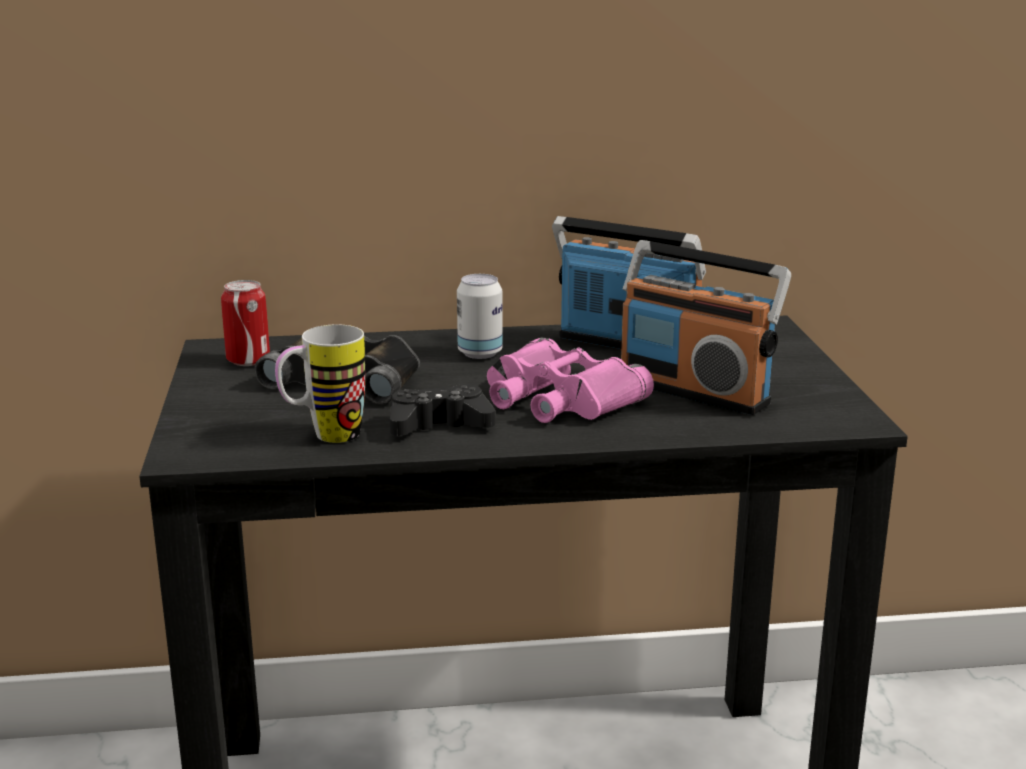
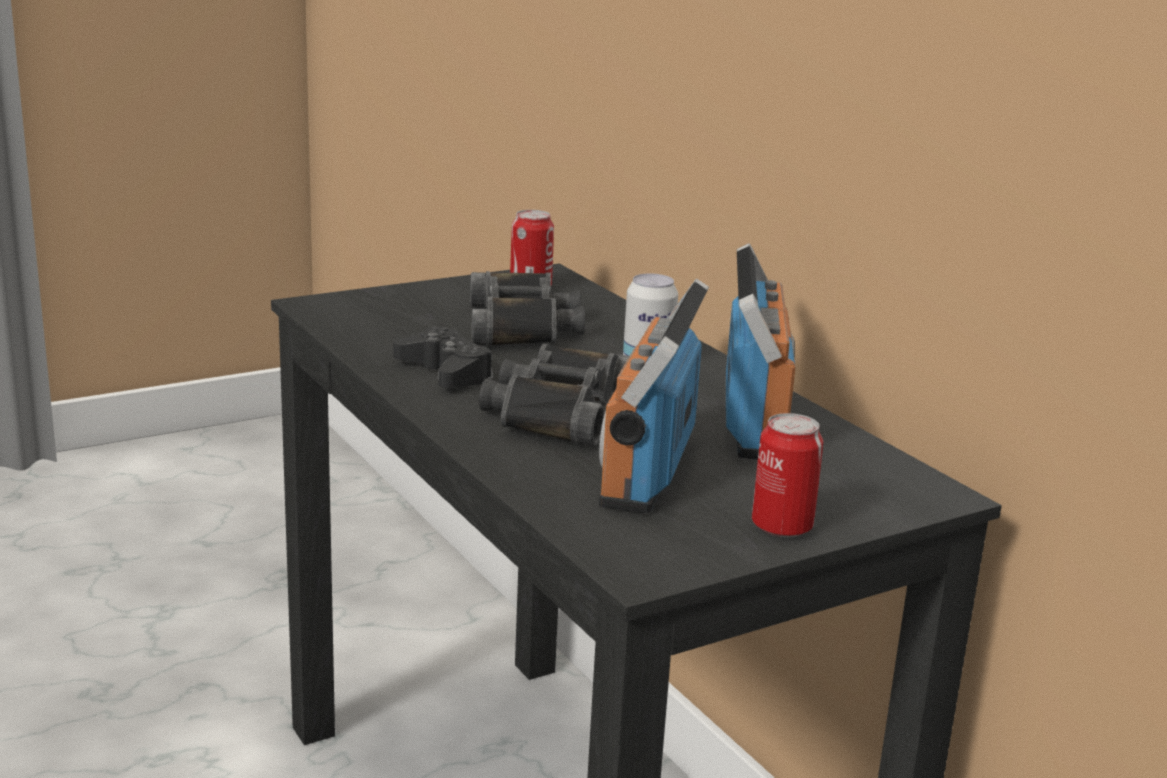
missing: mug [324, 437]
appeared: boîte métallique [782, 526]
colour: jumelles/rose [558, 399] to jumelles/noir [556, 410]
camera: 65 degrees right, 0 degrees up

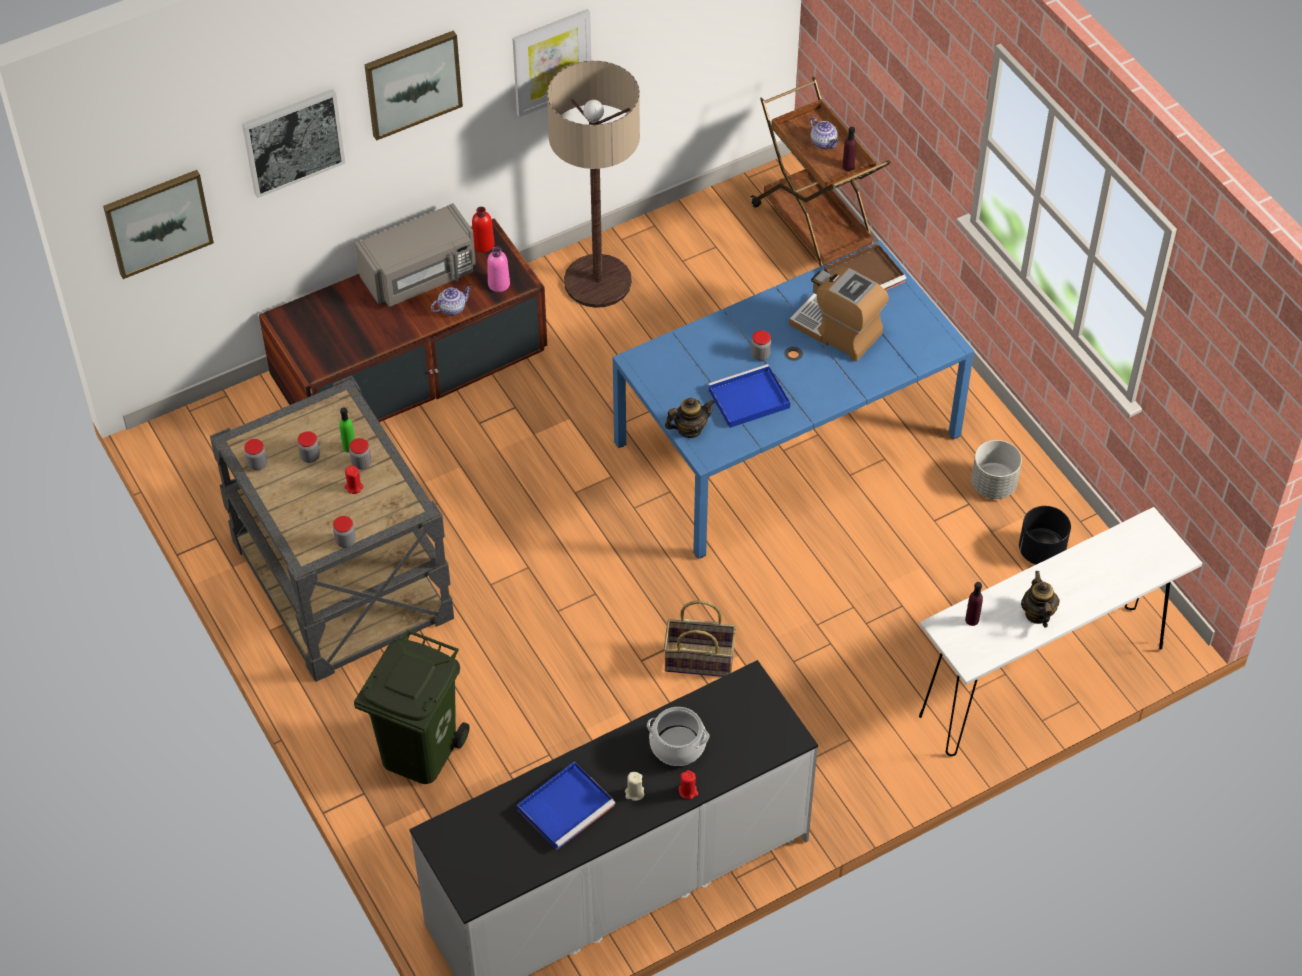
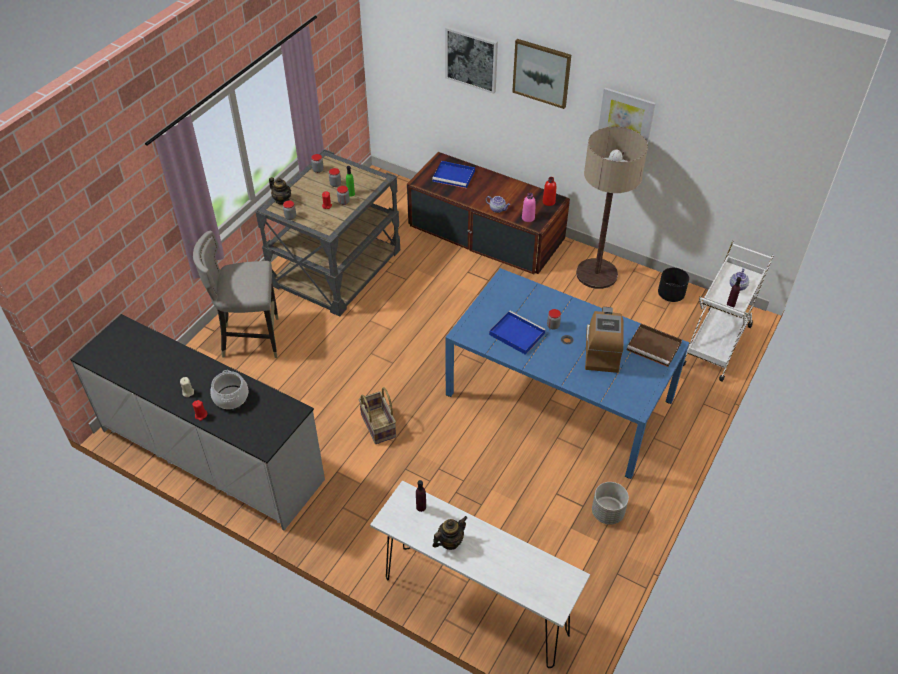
missing: tableau [158, 222]; micro-ondes/gris [420, 276]
relocated: plateau/bleu [566, 806] to [454, 176]; théière [689, 429] to [282, 200]; cache-pot/noir [1041, 551] to [670, 295]
exchanged: poubelle/vert [418, 751] to tabouret/gris [250, 339]
colour: chariot/marron [814, 235] to chariot/blanc [715, 346]
camera: 60 degrees right, 5 degrees down

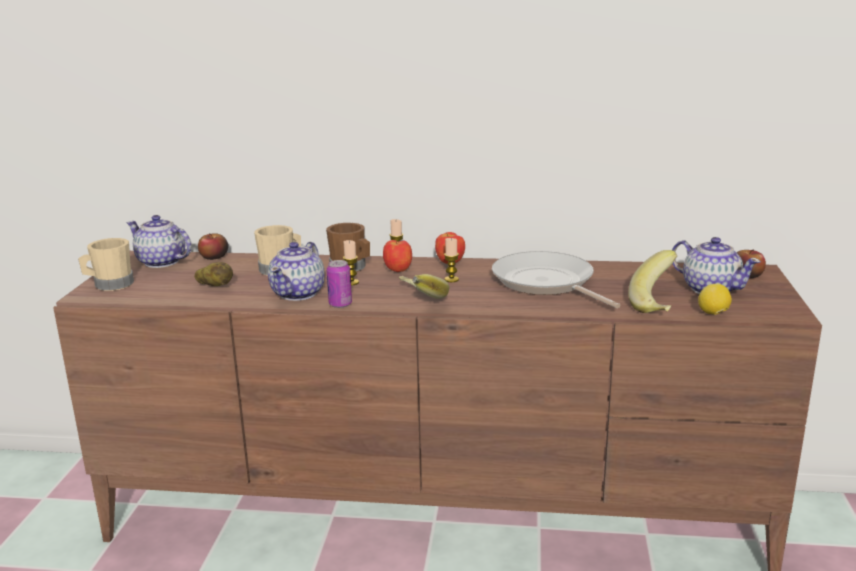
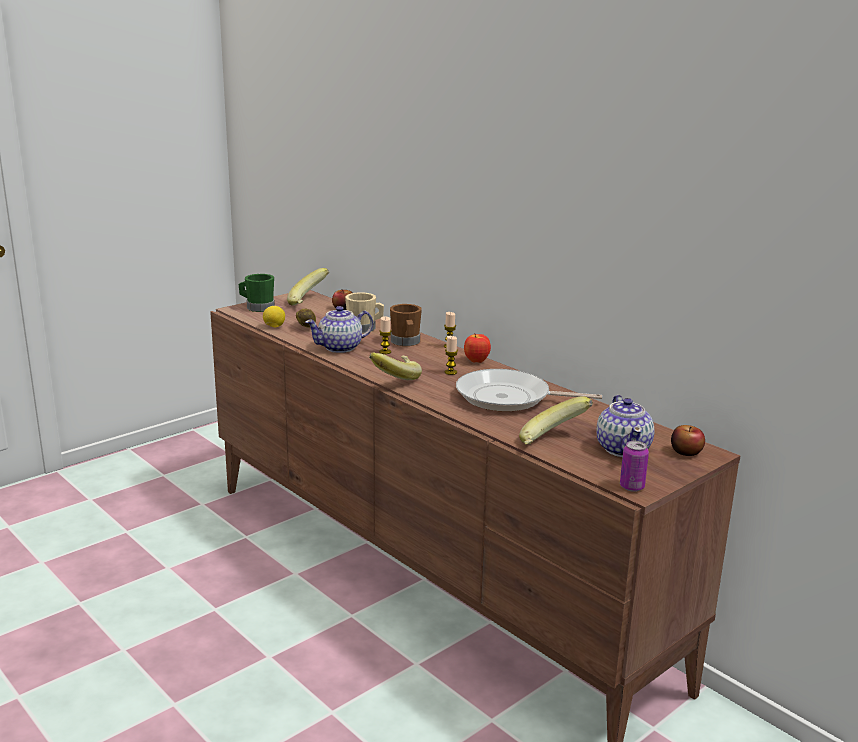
missing: pomme [398, 271]
relocated: boîte métallique [340, 304] to [632, 487]; citron [713, 314] to [274, 327]
exchanged: théière [161, 262] to banane [309, 302]
colour: mug/beige [109, 285] to mug/vert [257, 307]
spun: poêle [546, 283] = [508, 398] 90 degrees counterclockwise
camera: 40 degrees right, 0 degrees up

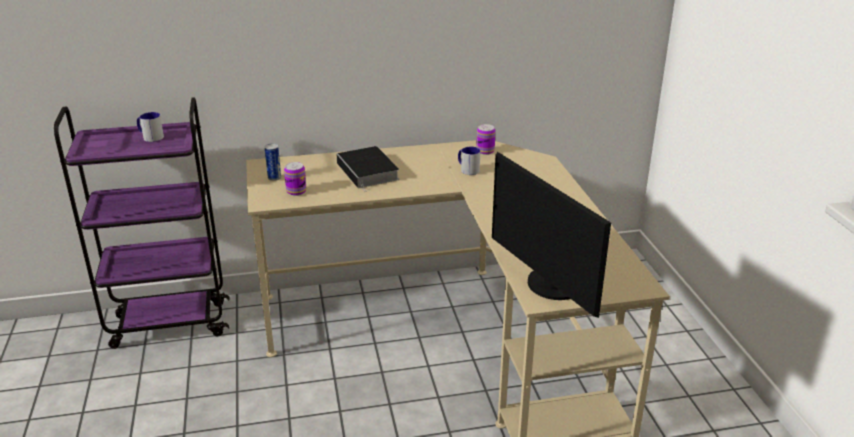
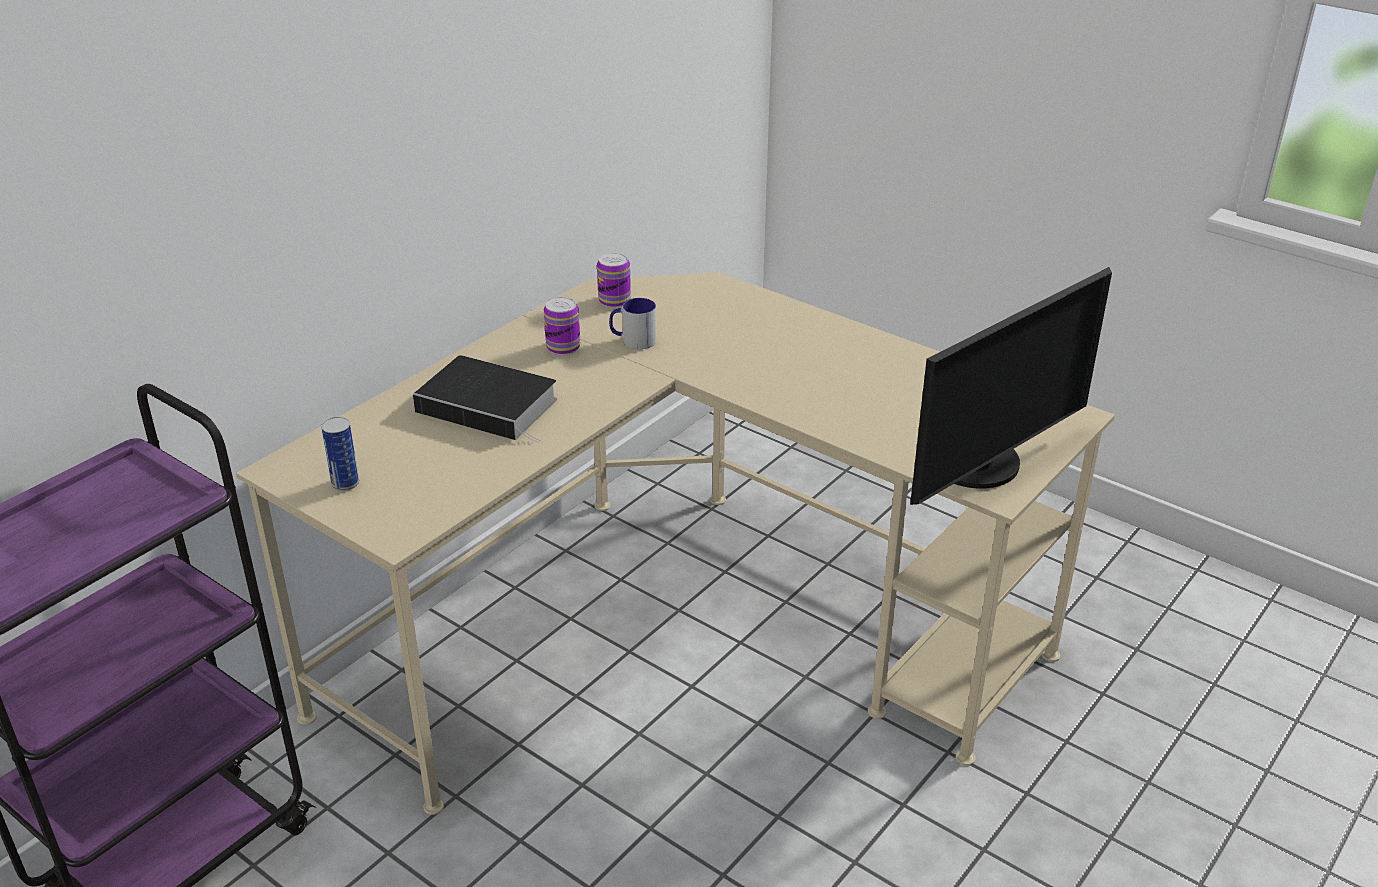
missing: mug [150, 137]
relocated: boîte métallique [296, 191] to [563, 347]
spun: écran d'ordinateur [550, 286] = [982, 466] 60 degrees counterclockwise
camera: 40 degrees left, 5 degrees up

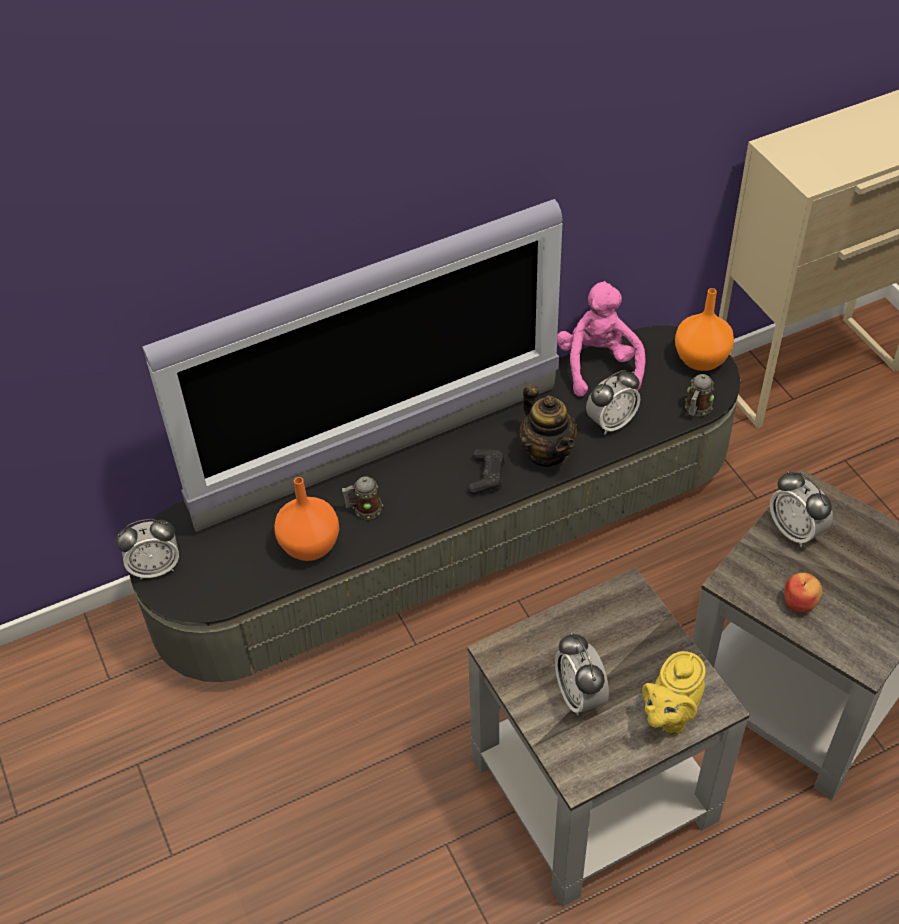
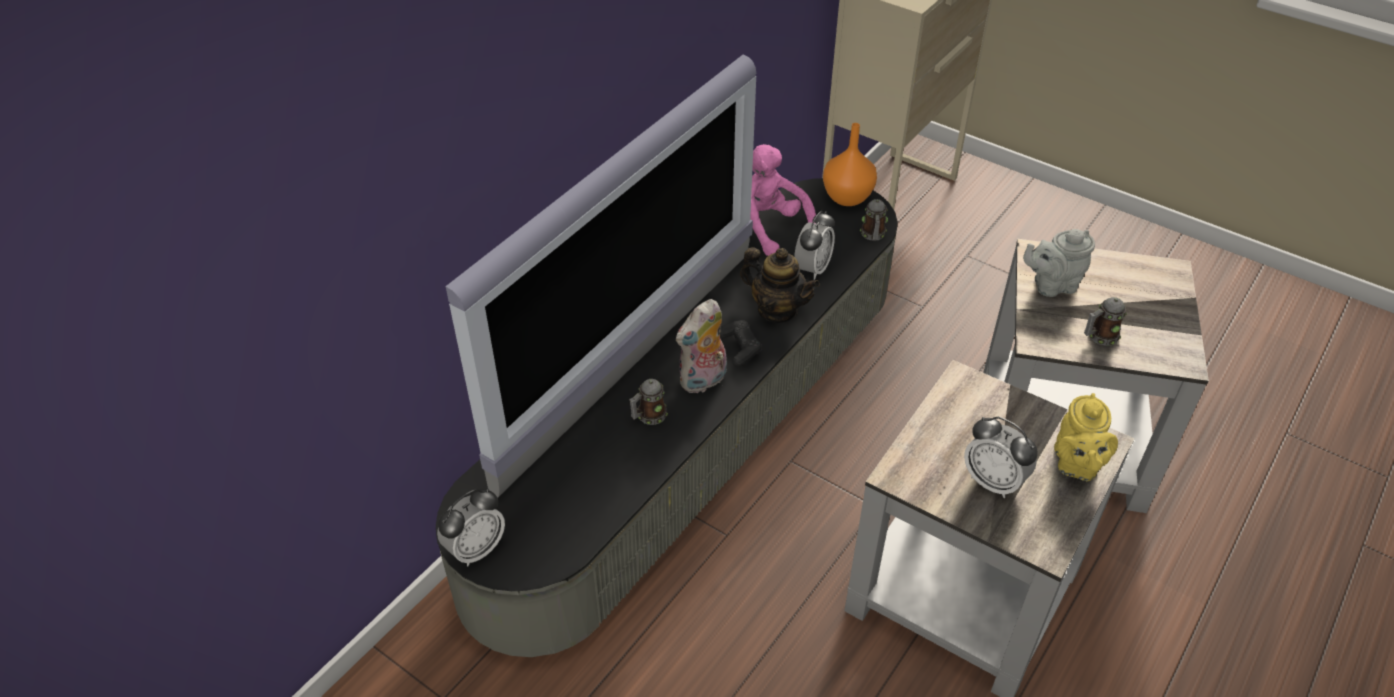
missing: vase/orange [308, 546]
appeared: peluche [703, 381]
exchanged: réveil [795, 531] to théière/gris [1051, 285]; pomme [800, 602] to mug [1099, 337]
camera: 30 degrees left, 5 degrees down

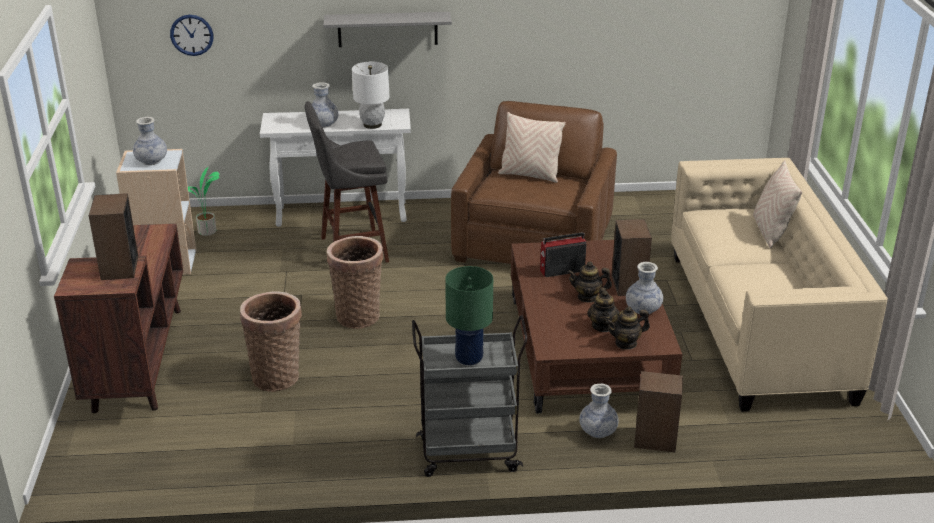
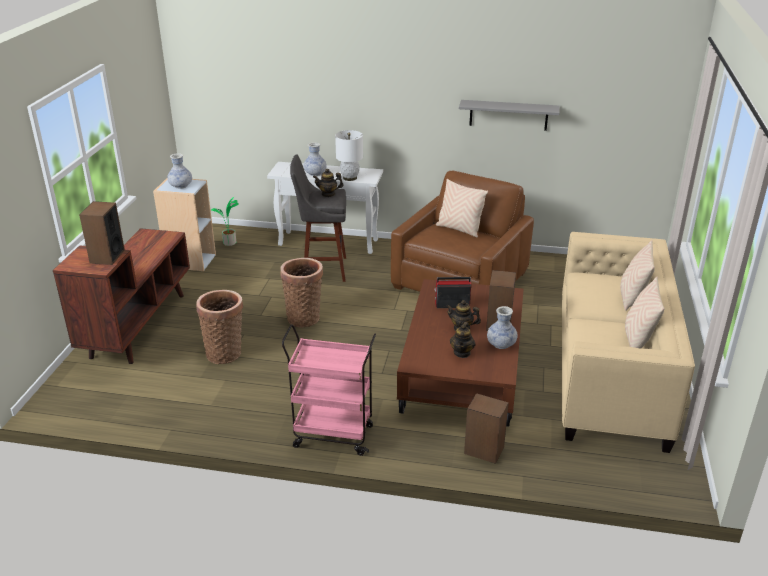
missing: horloge murale [191, 35]; lampe de table/vert [469, 360]; vase [598, 431]
appeared: coussin/beige [637, 339]
relocated: étagère/gris [387, 29] to [508, 115]; théière [626, 343] to [328, 194]
colour: chariot/gris [467, 455] to chariot/rose [332, 436]
camera: 15 degrees right, 0 degrees up

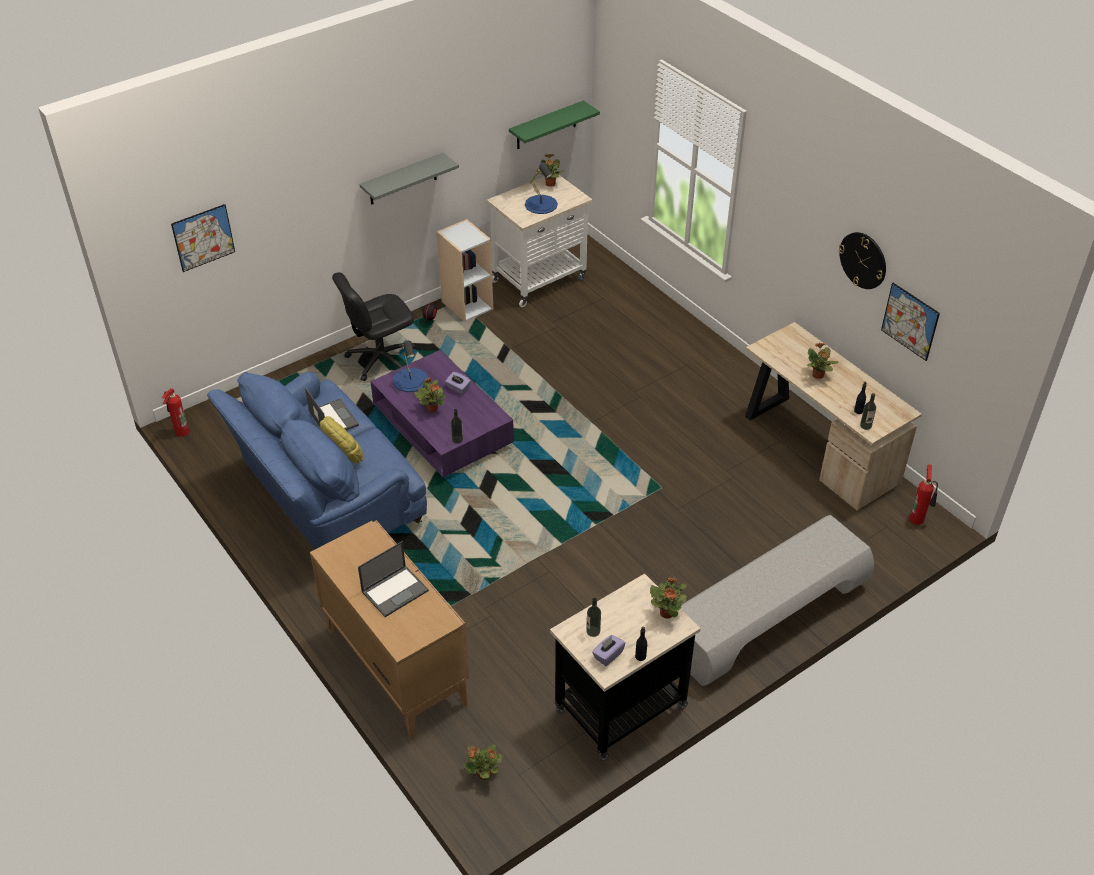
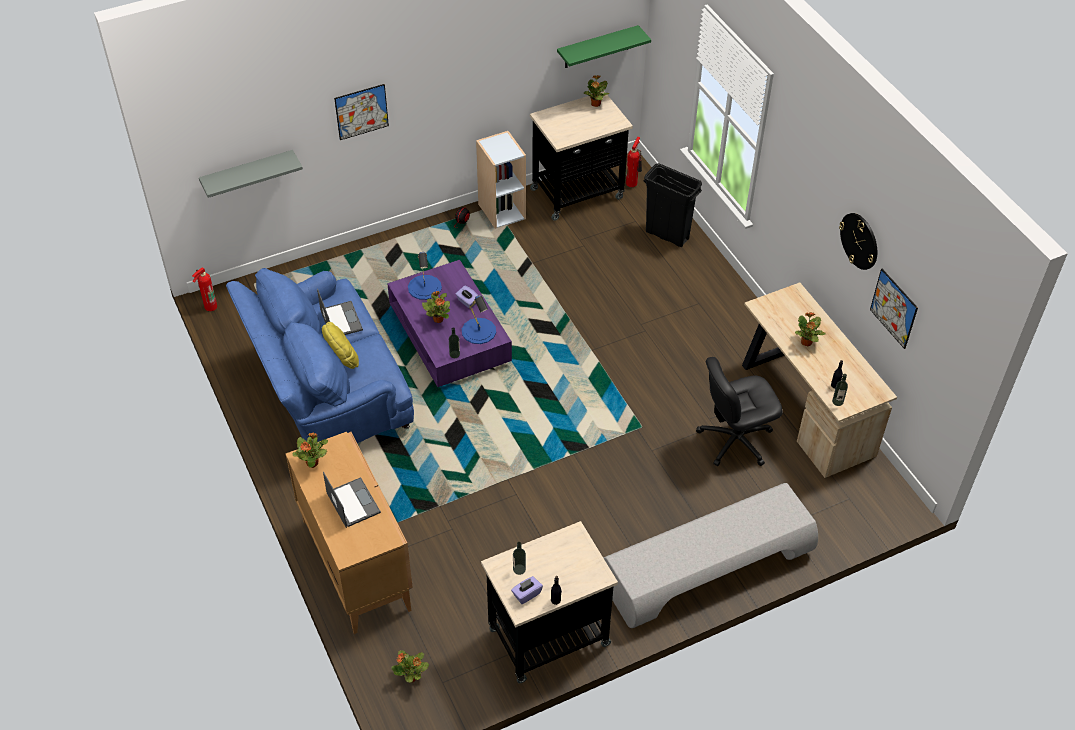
appeared: poubelle/noir [667, 235]
relocated: tableau [203, 237] to [361, 111]; chaise de bureau/noir [381, 359] to [734, 440]; étagère/gris [402, 179] to [248, 173]; lampe de table/bleu [541, 204] to [479, 331]; plante en pot [666, 613] to [312, 462]; extincteur [918, 518] to [633, 183]
colour: chariot/blanc [539, 280] to chariot/noir [577, 193]
spun: ordinateur portable [395, 590] = [352, 502] 90 degrees counterclockwise
camera: 10 degrees right, 5 degrees up

